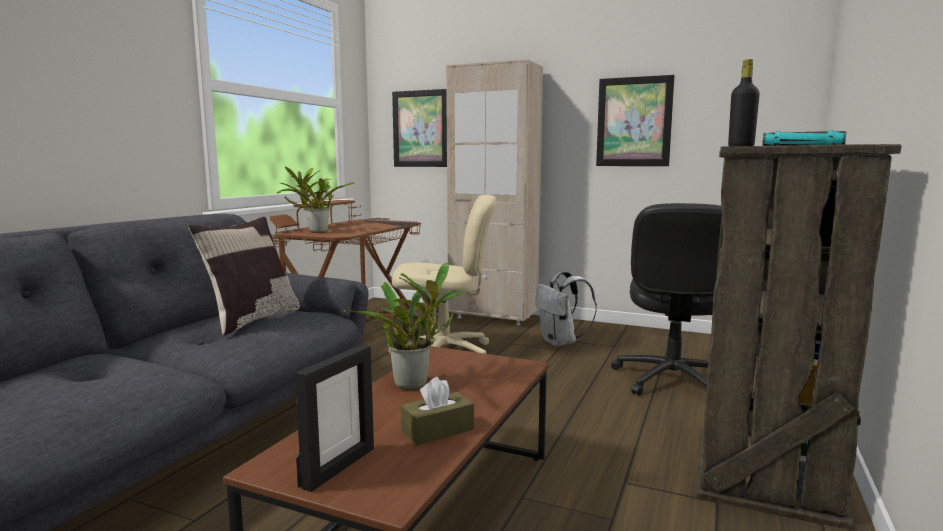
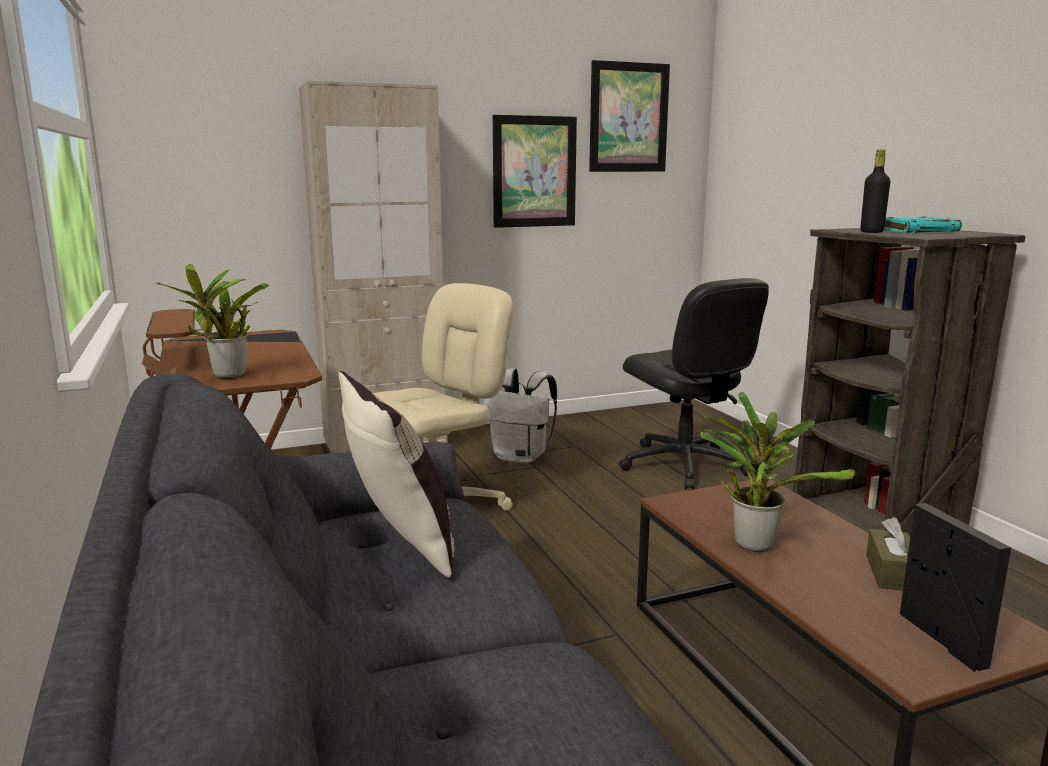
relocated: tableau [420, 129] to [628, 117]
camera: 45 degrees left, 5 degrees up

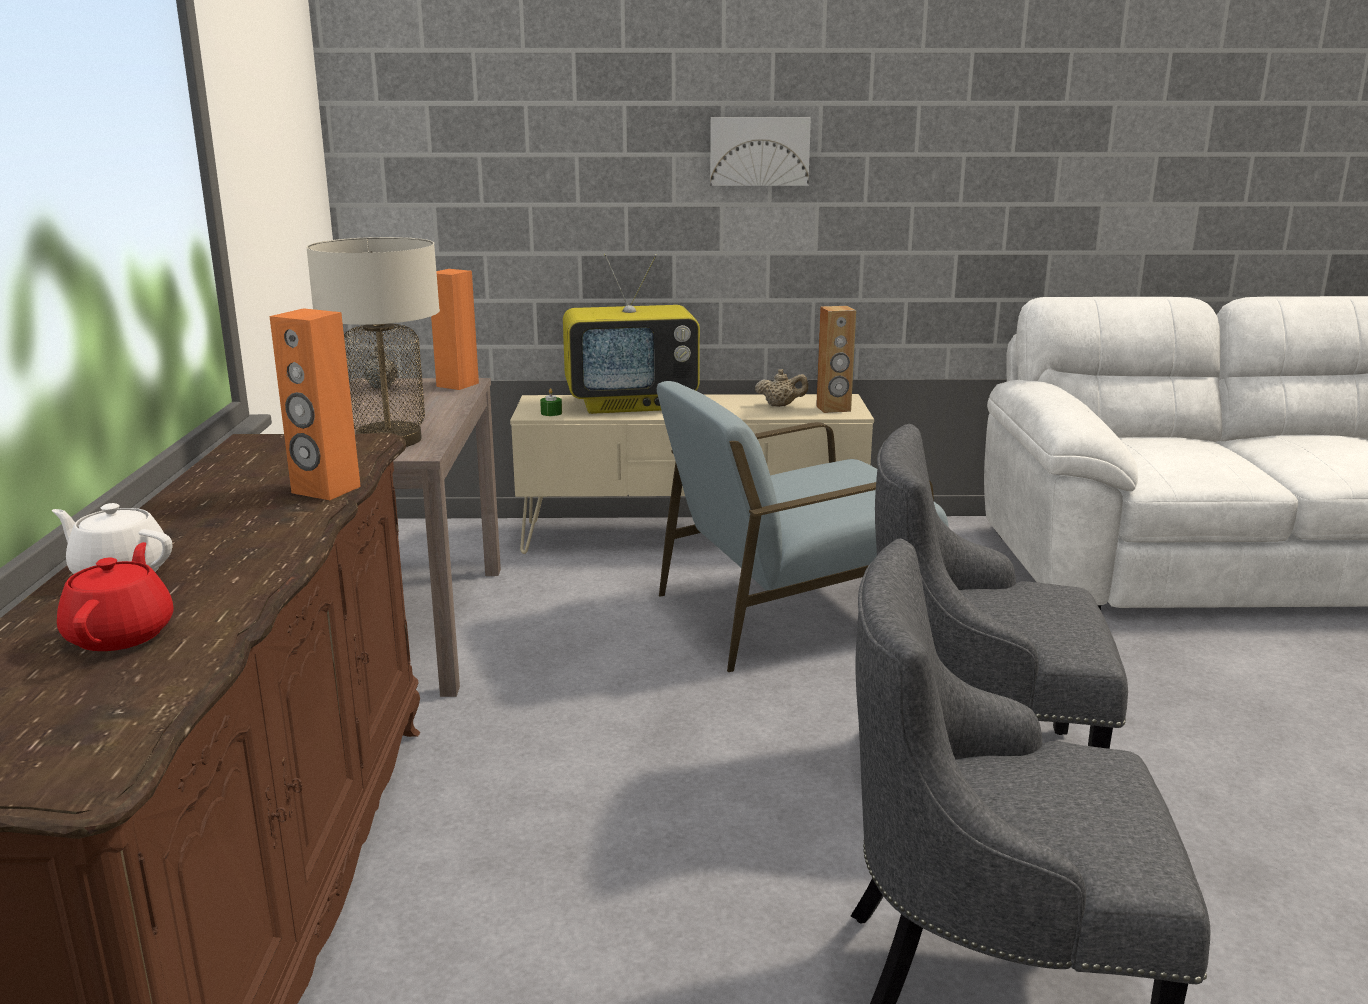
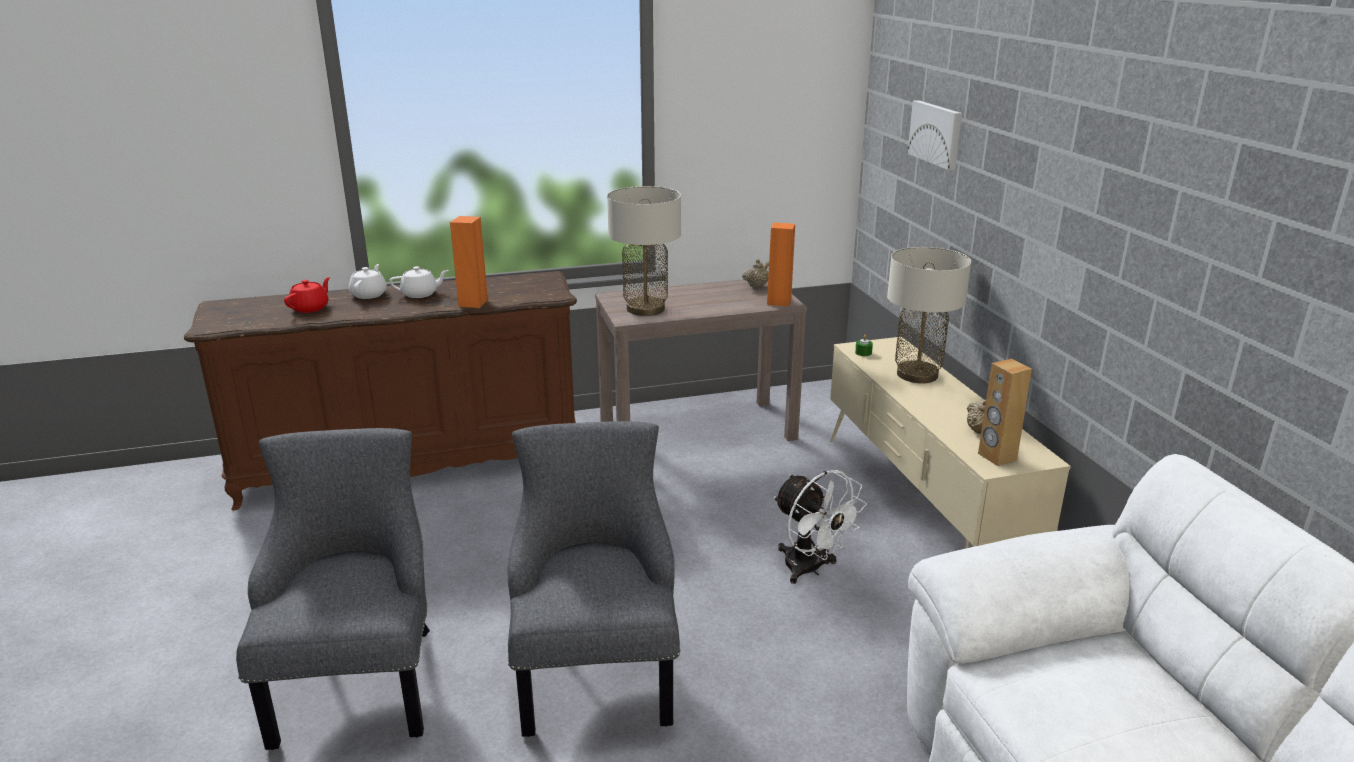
appeared: théière/blanc [420, 294]
relocated: tableau [759, 151] to [937, 134]
exchanged: téléviseur [632, 404] to lampe de table [917, 374]; fauteuil/bleu [793, 612] to ventilateur/blanc [810, 569]
spun: théière/rouge [122, 634] = [310, 308] 45 degrees counterclockwise
camera: 75 degrees right, 5 degrees up

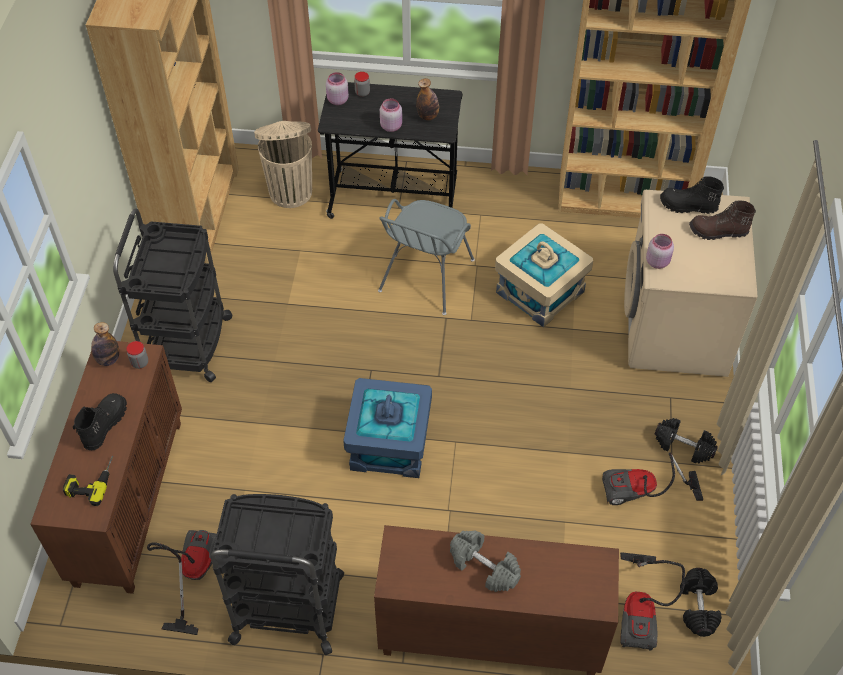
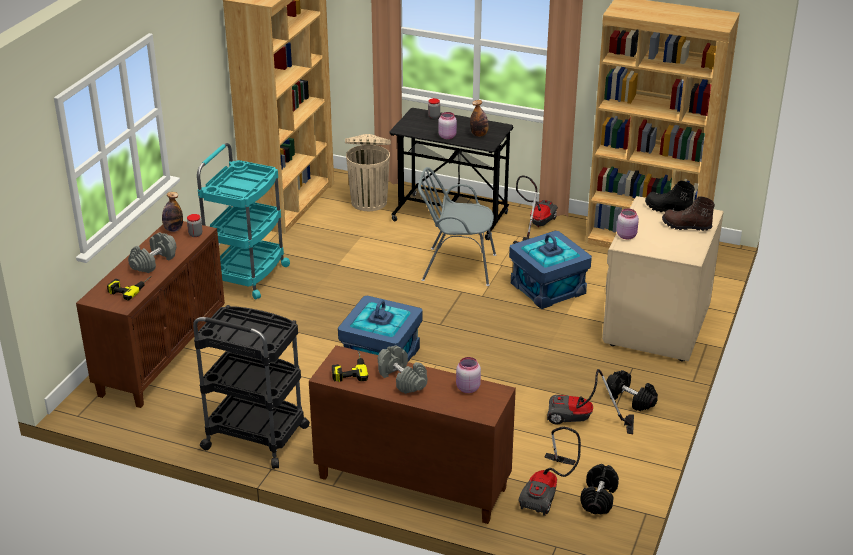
appeared: perceuse [349, 369]
relocated: aspirateur [192, 574] to [536, 225]; bocal/rose [337, 100] to [467, 388]
exchanged: botte/noir [104, 425] to haltère/gris [153, 262]
colour: chariot/noir [187, 345] to chariot/turquoise [247, 276]; boîte de rangement/beige [540, 292] to boîte de rangement/bleu [548, 288]
spun: chaise/gris [425, 278] = [455, 266] 60 degrees clockwise
camera: 15 degrees right, 20 degrees down

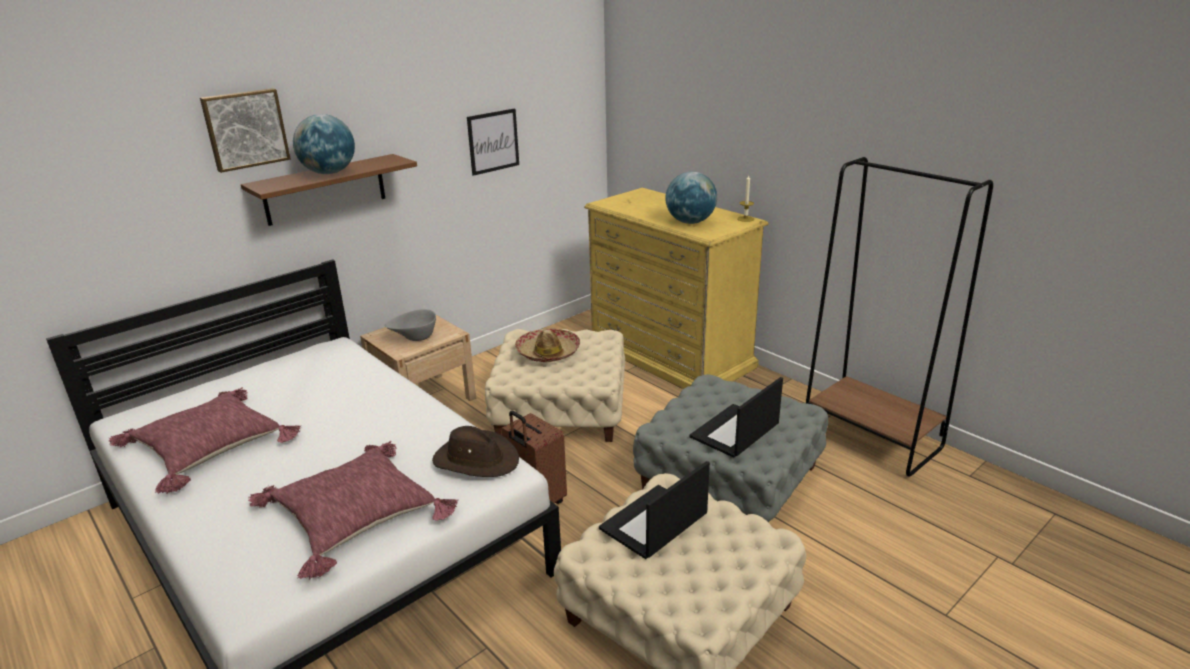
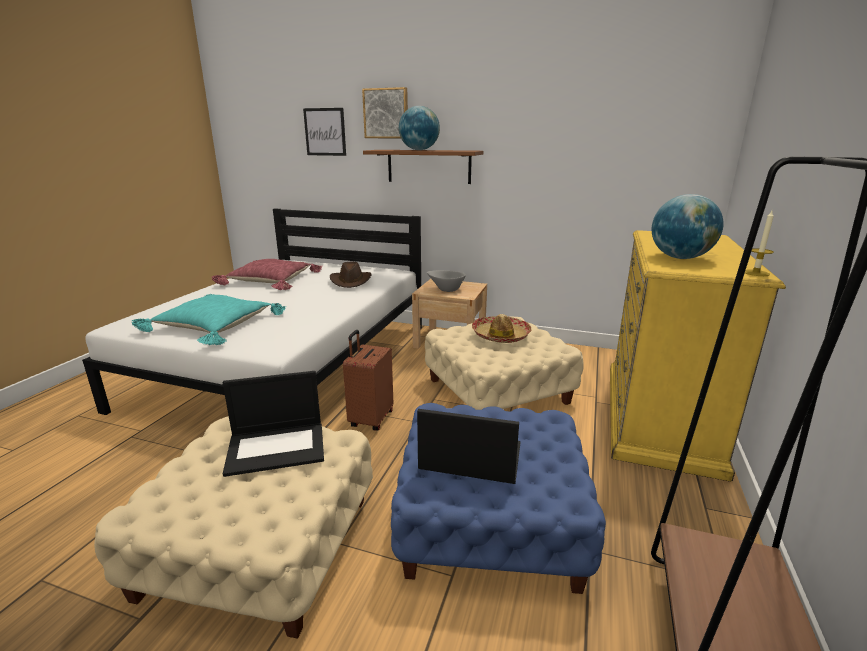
relocated: chapeau/marron [476, 460] to [351, 281]; tableau [493, 141] to [325, 132]
colour: coussin/rouge [354, 511] to coussin/turquoise [214, 323]; pouf/gris [729, 478] to pouf/bleu [490, 520]
spun: ordinateur portable [653, 523] = [277, 447] 150 degrees clockwise
camera: 60 degrees right, 5 degrees down

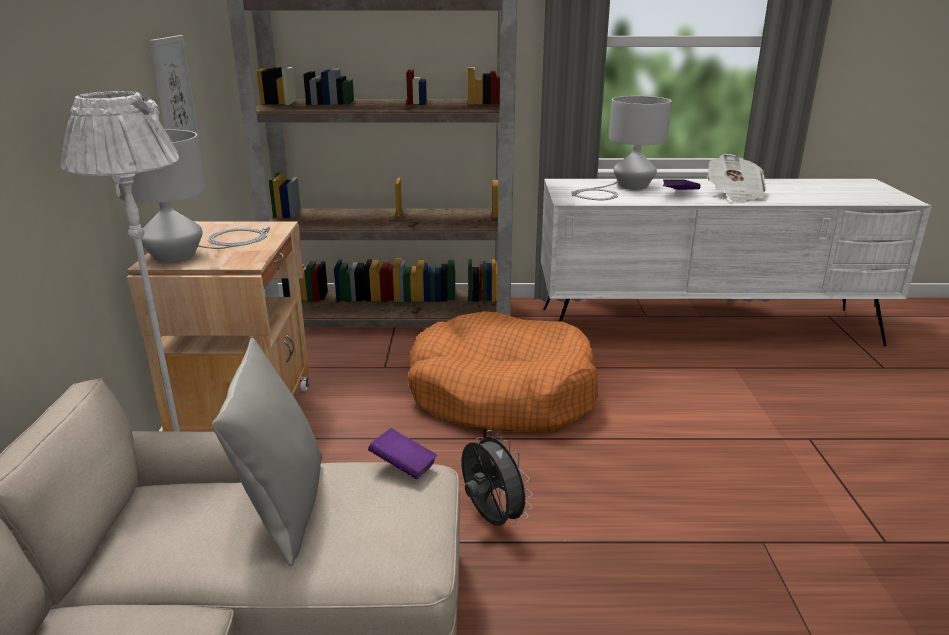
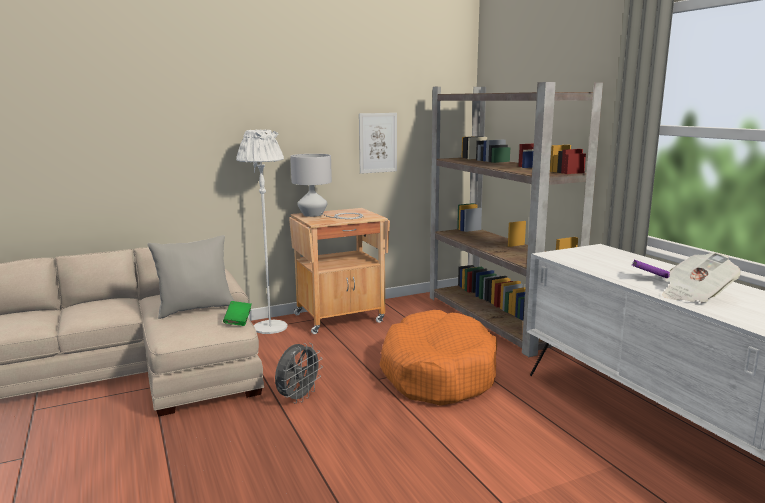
missing: lampe de table/blanc [618, 189]
colour: livre/violet [403, 466] to livre/vert [238, 321]
camera: 65 degrees right, 10 degrees down

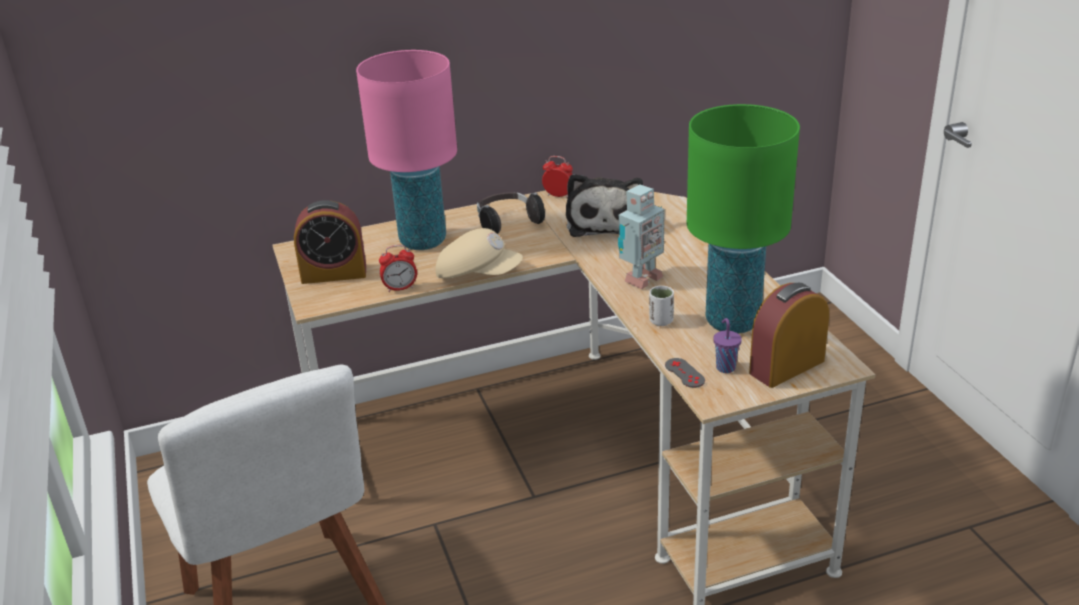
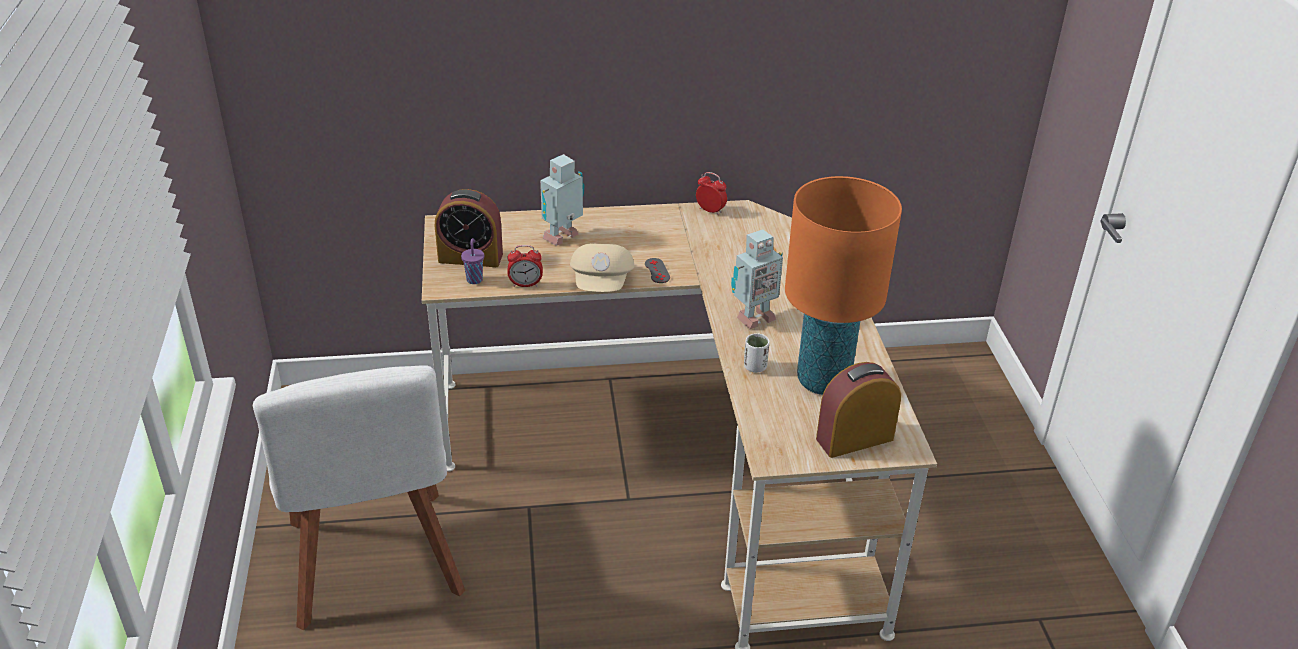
missing: casque audio [507, 223]; peluche [604, 221]
relocated: manette/gris [684, 373] to [657, 271]; tasse/violet [725, 367] to [474, 279]
exchanged: lampe de table/rose [423, 241] to robot jouet [563, 238]
colour: lampe de table/vert [733, 321] to lampe de table/orange [823, 381]
spun: casquette/beige [478, 274] = [602, 283] 60 degrees clockwise
camera: 10 degrees right, 5 degrees up

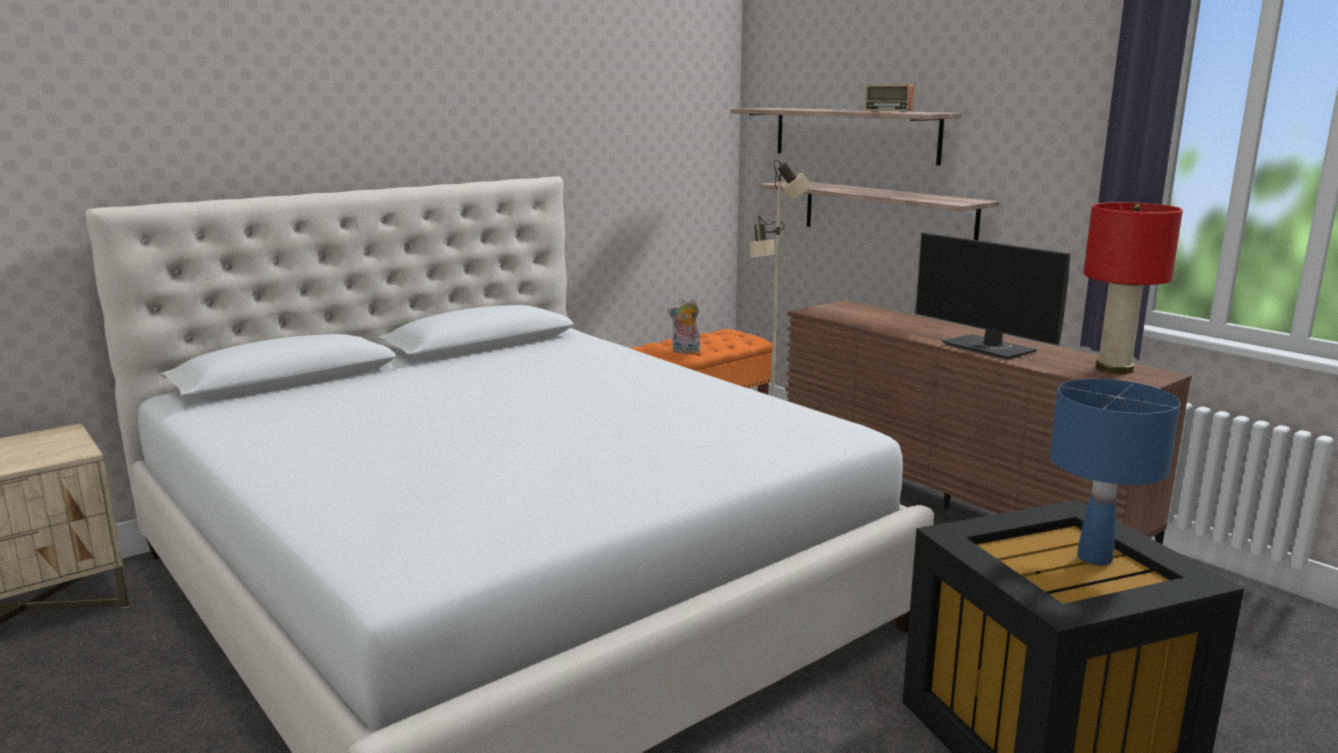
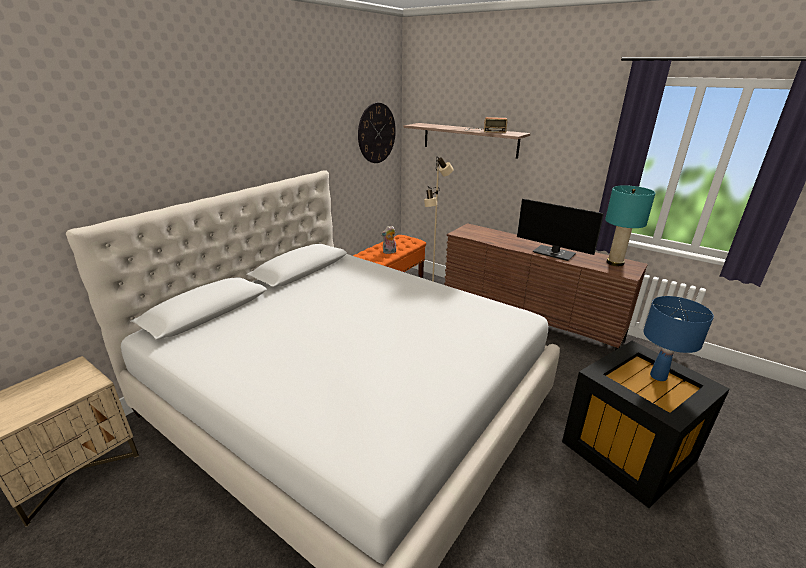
missing: étagère [887, 214]
appeared: horloge murale [376, 133]
colour: lampe de table/rouge [1114, 369] to lampe de table/turquoise [615, 263]
camera: 15 degrees left, 10 degrees up

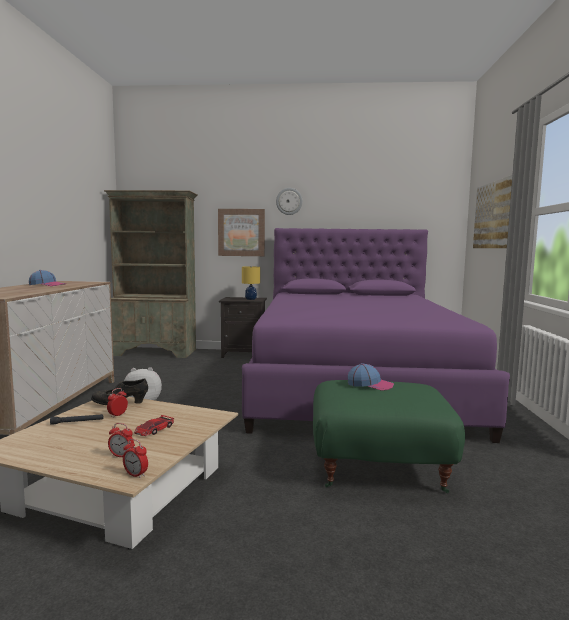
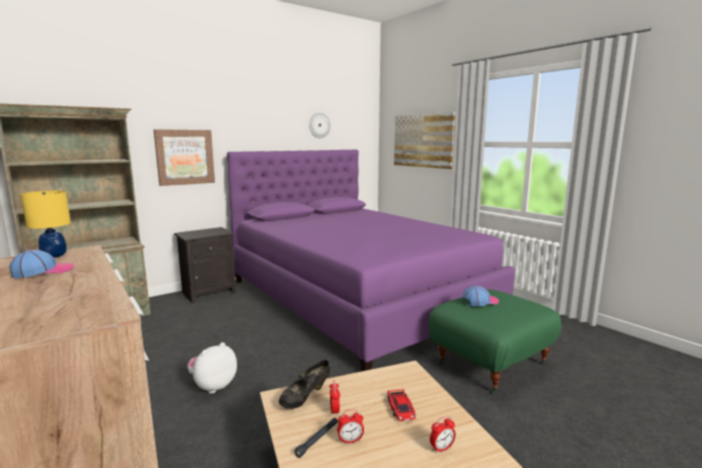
relocated: réveil [135, 475] to [350, 441]; lampe de table/jaune [250, 299] to [53, 256]; horloge murale [289, 201] to [319, 125]
camera: 40 degrees left, 5 degrees up

